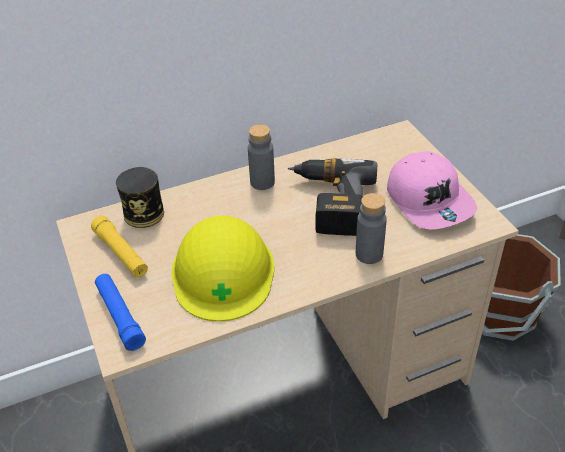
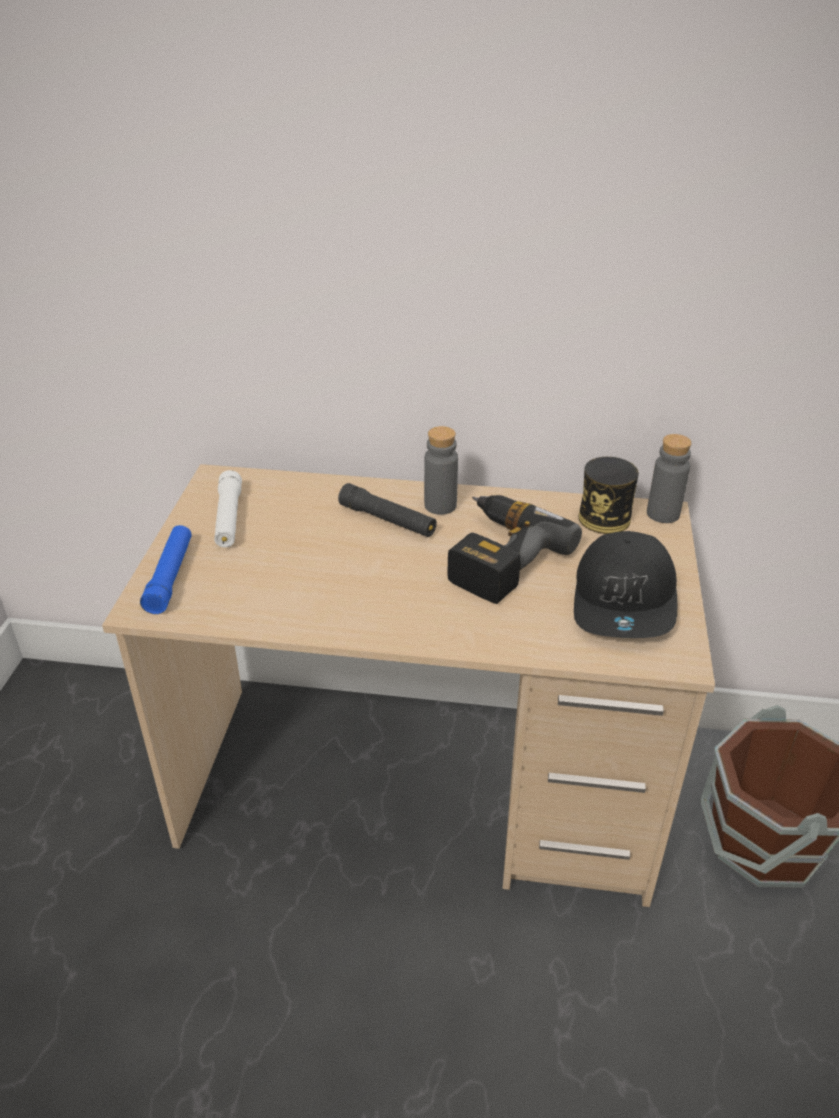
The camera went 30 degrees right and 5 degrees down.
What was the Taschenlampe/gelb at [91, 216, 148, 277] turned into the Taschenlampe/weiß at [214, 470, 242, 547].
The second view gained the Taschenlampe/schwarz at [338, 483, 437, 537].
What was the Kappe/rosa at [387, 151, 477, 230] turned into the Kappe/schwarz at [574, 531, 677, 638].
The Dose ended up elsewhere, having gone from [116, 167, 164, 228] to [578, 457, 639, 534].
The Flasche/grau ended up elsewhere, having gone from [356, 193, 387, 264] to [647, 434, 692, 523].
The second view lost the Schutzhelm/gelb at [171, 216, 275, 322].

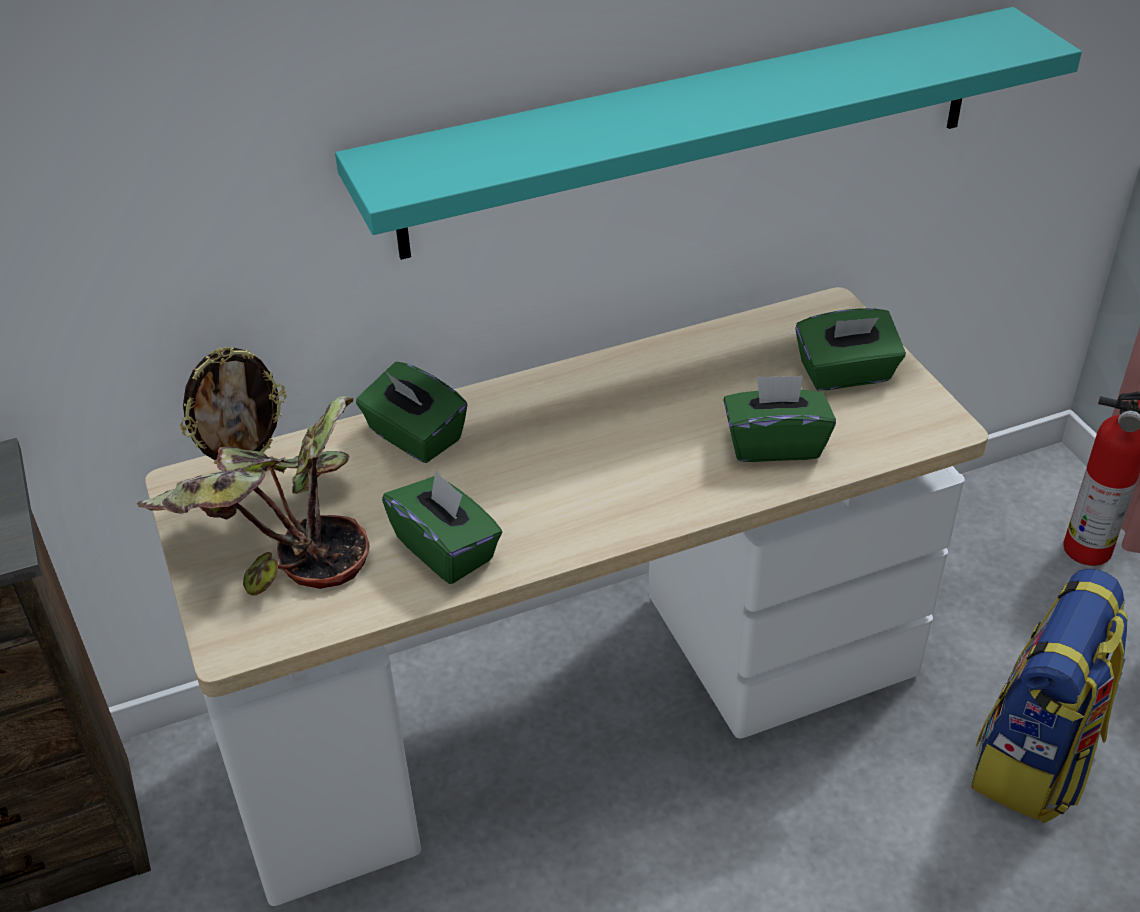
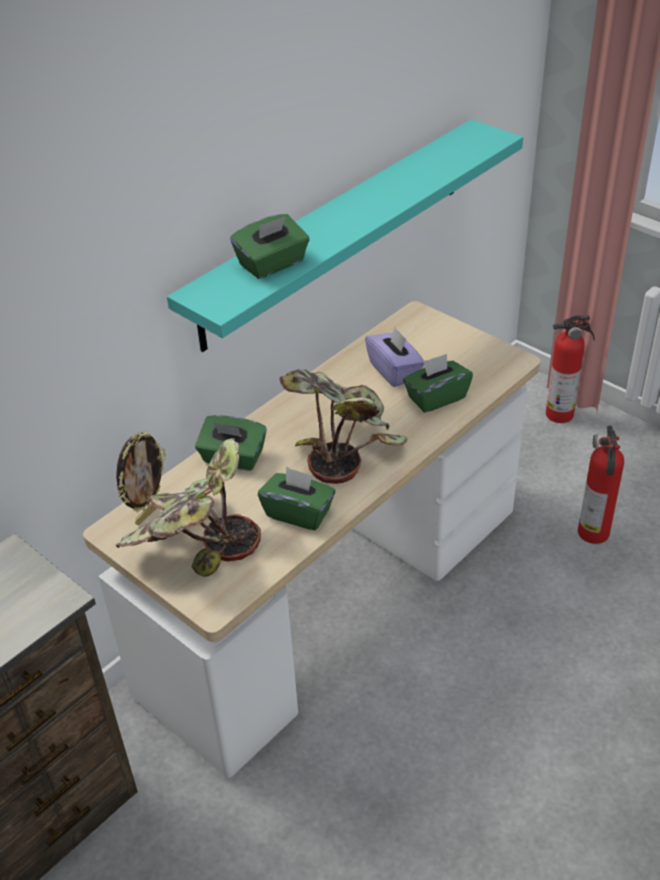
The camera went 25 degrees left and 0 degrees up.
The Taschentuchbox/grün ended up elsewhere, having gone from [795, 308, 906, 391] to [230, 214, 310, 279].
The second view gained the Topfpflanze at [280, 369, 407, 484].
The second view gained the Taschentuchbox/lila at [365, 327, 424, 387].
Where the Rucksack stood at [971, 569, 1128, 823], the Feuerlöscher came to stand at [578, 425, 624, 544].

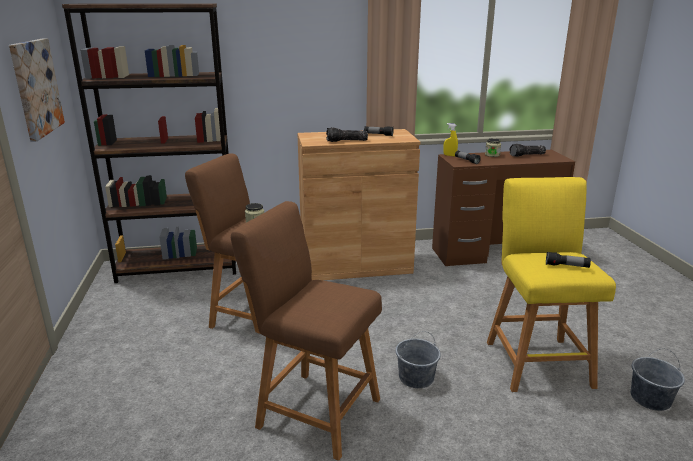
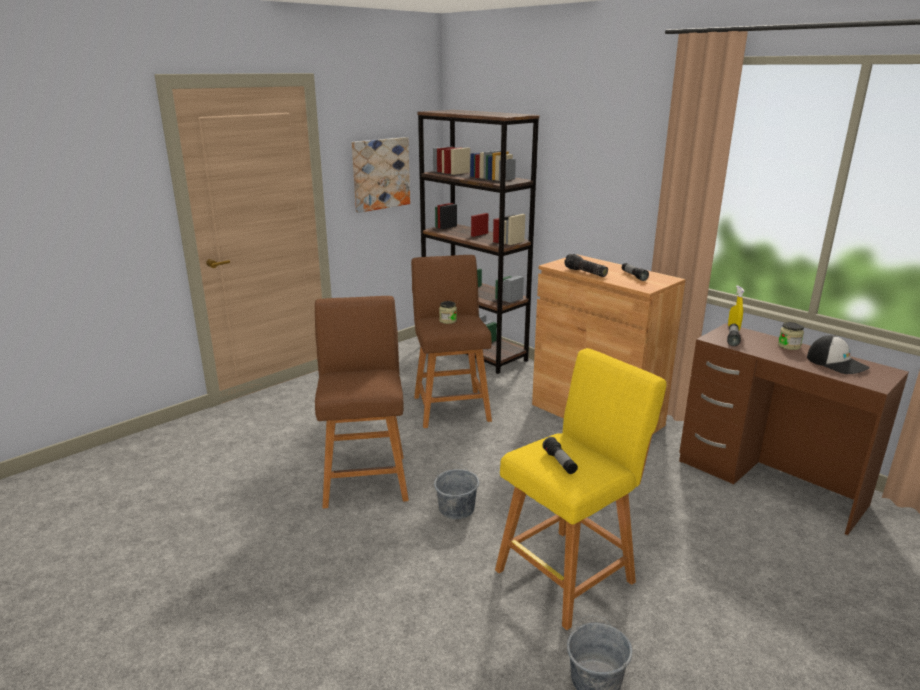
The camera went 55 degrees right and 0 degrees up.
Where the Taschenlampe stood at [510, 144, 546, 157], the Kappe came to stand at [807, 335, 870, 374].

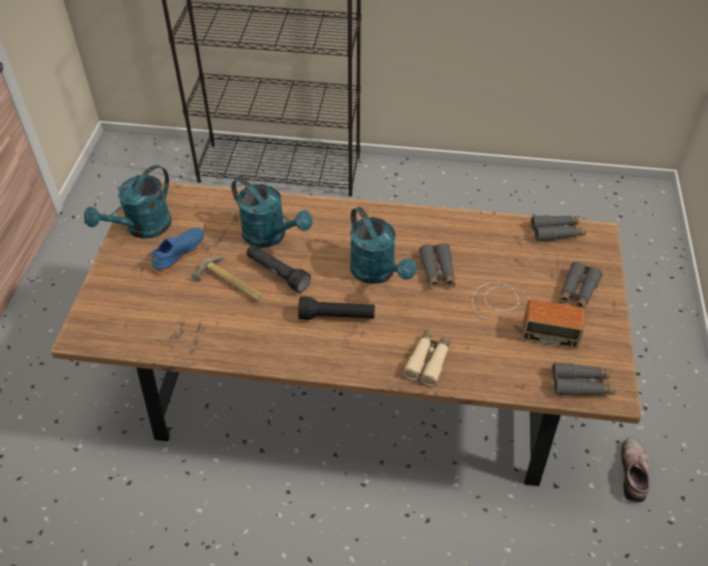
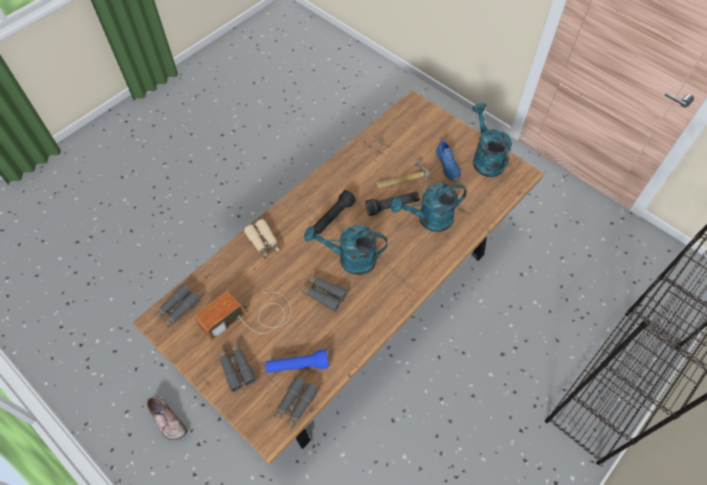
The camera went 125 degrees right and 10 degrees up.
The second view gained the Taschenlampe/blau at [265, 349, 329, 373].

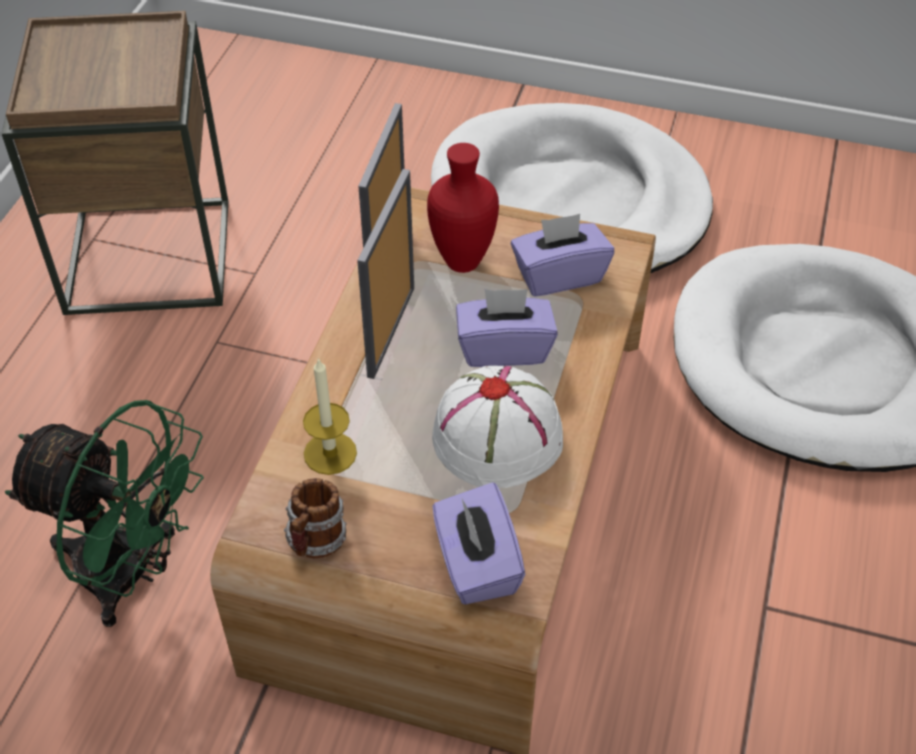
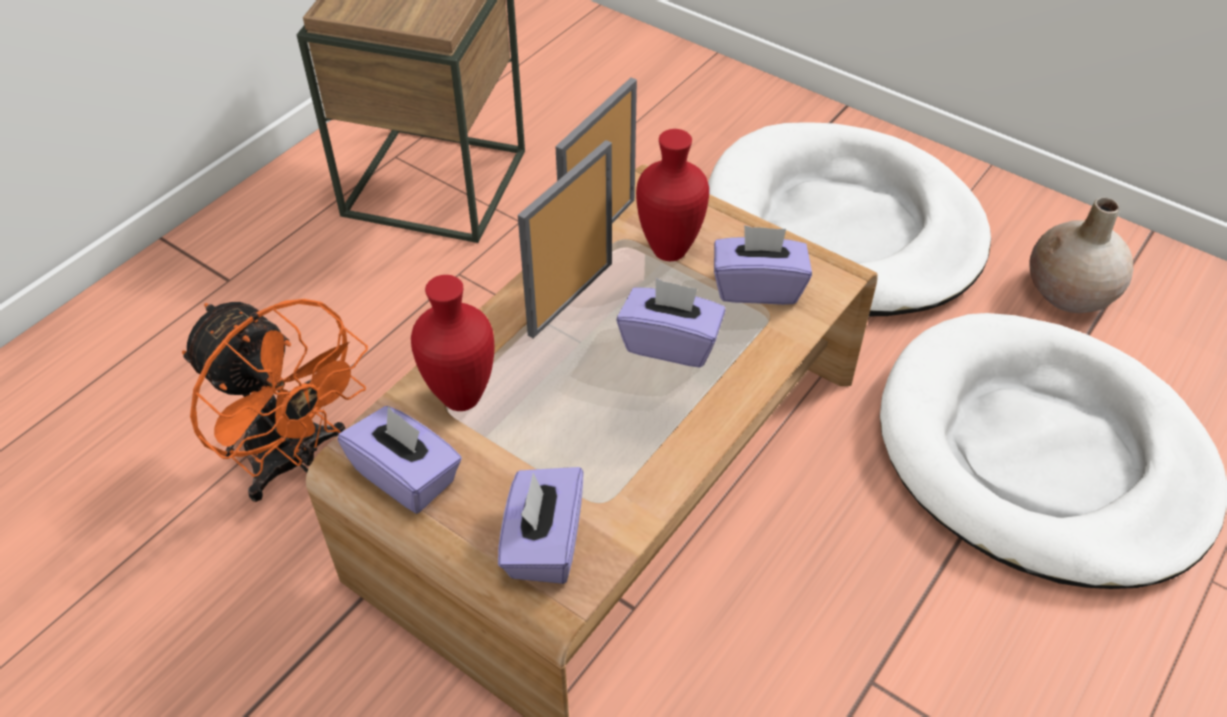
The camera went 20 degrees right and 0 degrees up.
What was the Ventilator/grün at [5, 400, 204, 627] turned into the Ventilator/orange at [182, 299, 368, 502].
Where the Henkelbecher stood at [284, 478, 346, 558], the Taschentuchbox/lila came to stand at [338, 406, 462, 514].
Where the Kerze stood at [303, 358, 357, 475], the Vase/rot came to stand at [411, 275, 494, 411].
The second view gained the Vase/beige at [1029, 197, 1134, 313].
The second view lost the Hut/weiß at [432, 366, 563, 488].

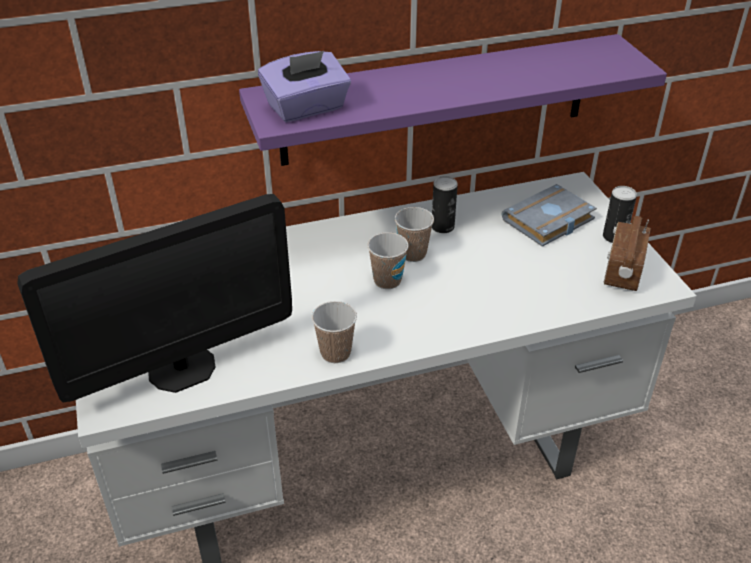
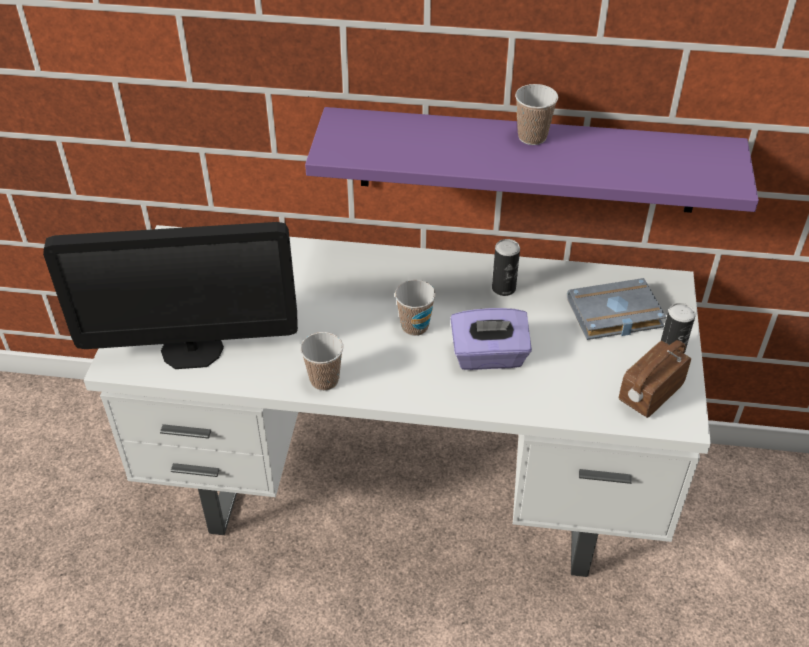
The camera went 25 degrees right and 5 degrees up.
The Taschentuchbox/lila ended up elsewhere, having gone from [258, 51, 351, 122] to [450, 308, 532, 370].
The Tasse ended up elsewhere, having gone from [395, 207, 434, 262] to [515, 84, 558, 145].

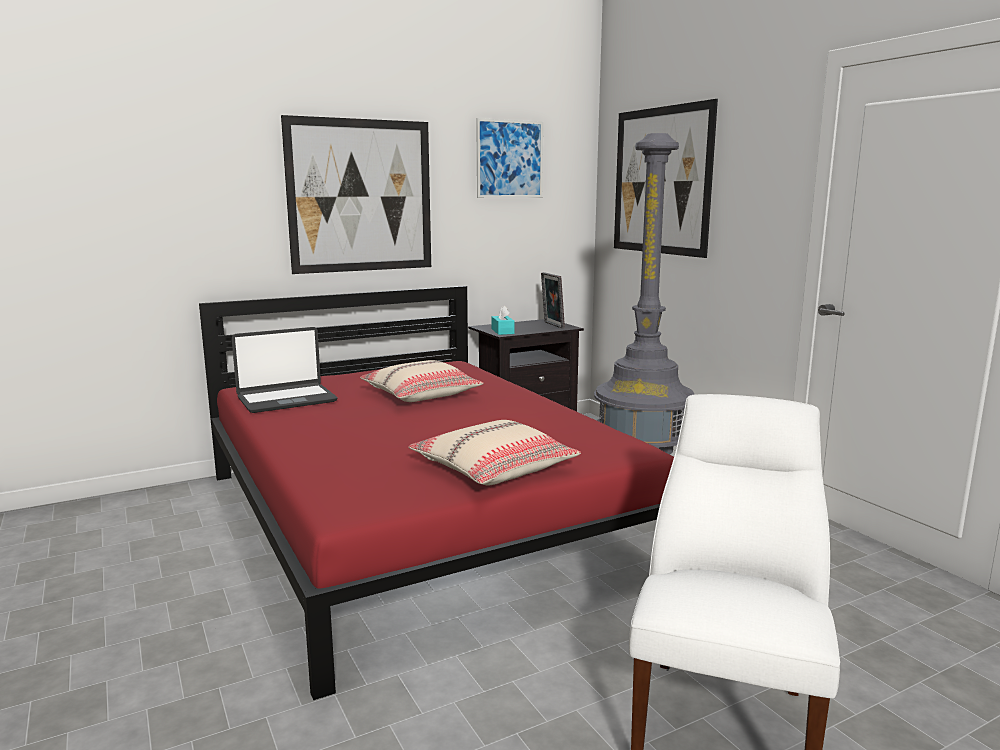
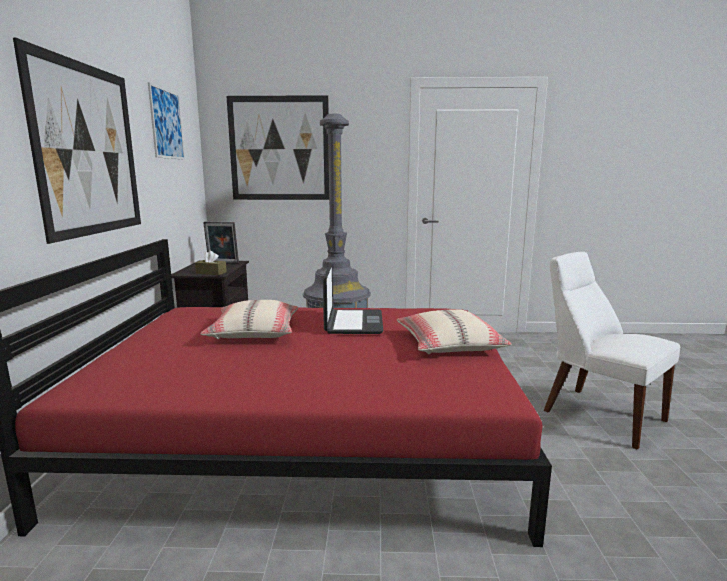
The camera went 60 degrees left and 0 degrees up.
What was the Taschentuchbox/türkis at [492, 306, 515, 335] turned into the Taschentuchbox/braun at [195, 251, 227, 275].
The Laptop ended up elsewhere, having gone from [232, 327, 338, 413] to [323, 263, 383, 334].

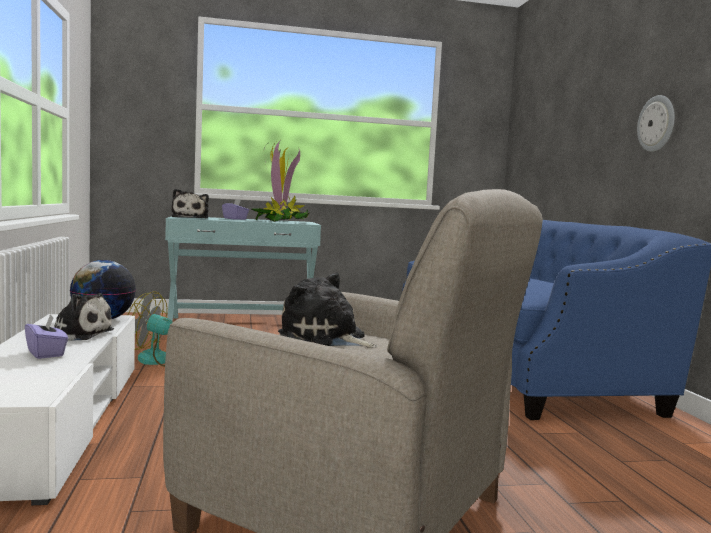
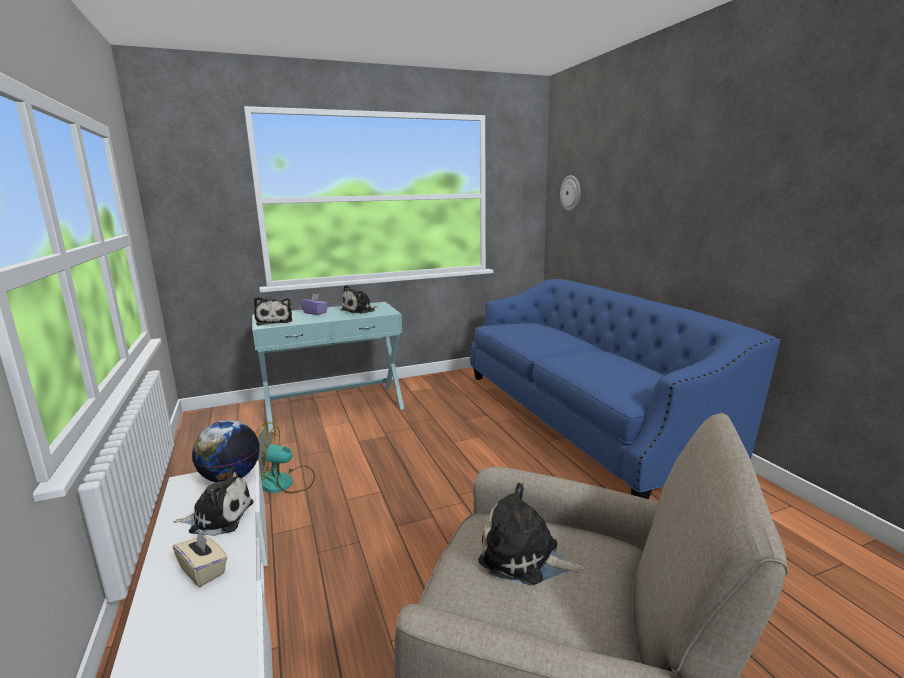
The camera went 10 degrees left and 10 degrees up.
What was the Taschentuchbox/lila at [25, 314, 68, 359] turned into the Taschentuchbox/beige at [173, 531, 228, 587].
Where the Topfpflanze stood at [252, 140, 309, 222], the Plüschtier came to stand at [341, 285, 378, 314].
The Wanduhr ended up elsewhere, having gone from [637, 95, 675, 152] to [560, 175, 580, 211].

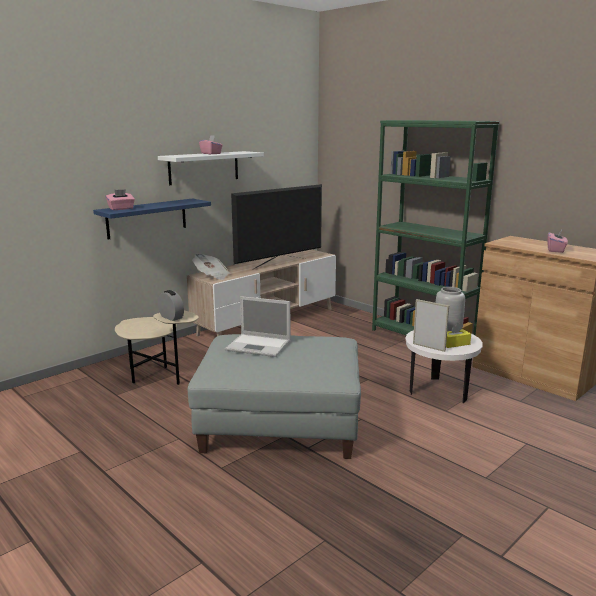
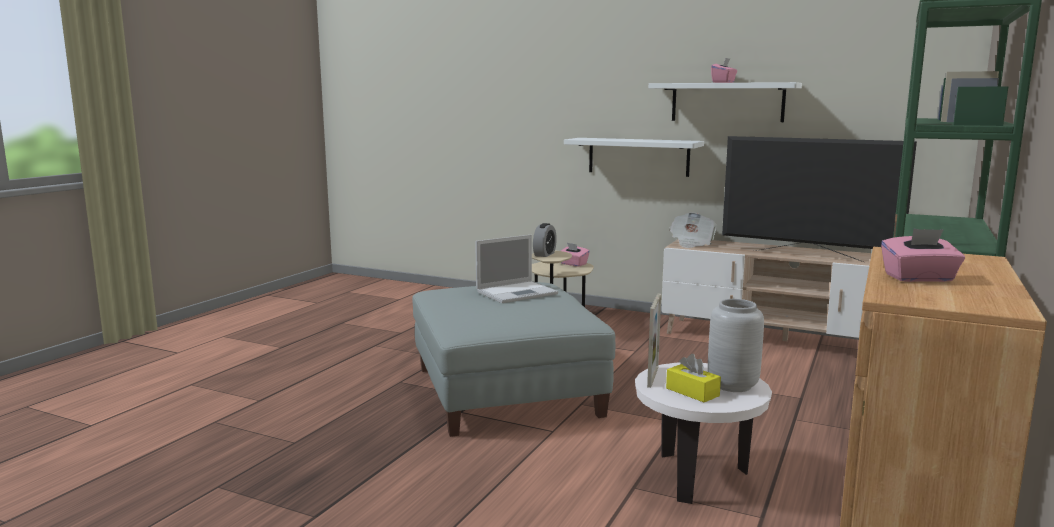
The camera went 70 degrees right and 5 degrees down.
The Laptop at [225, 296, 290, 357] ended up facing another way, 120 degrees counterclockwise from before.
The Taschentuchbox/rosa ended up elsewhere, having gone from [106, 189, 135, 210] to [561, 243, 590, 267].
What was the Wandregal/blau at [93, 198, 211, 240] turned into the Wandregal/weiß at [564, 138, 704, 177].

